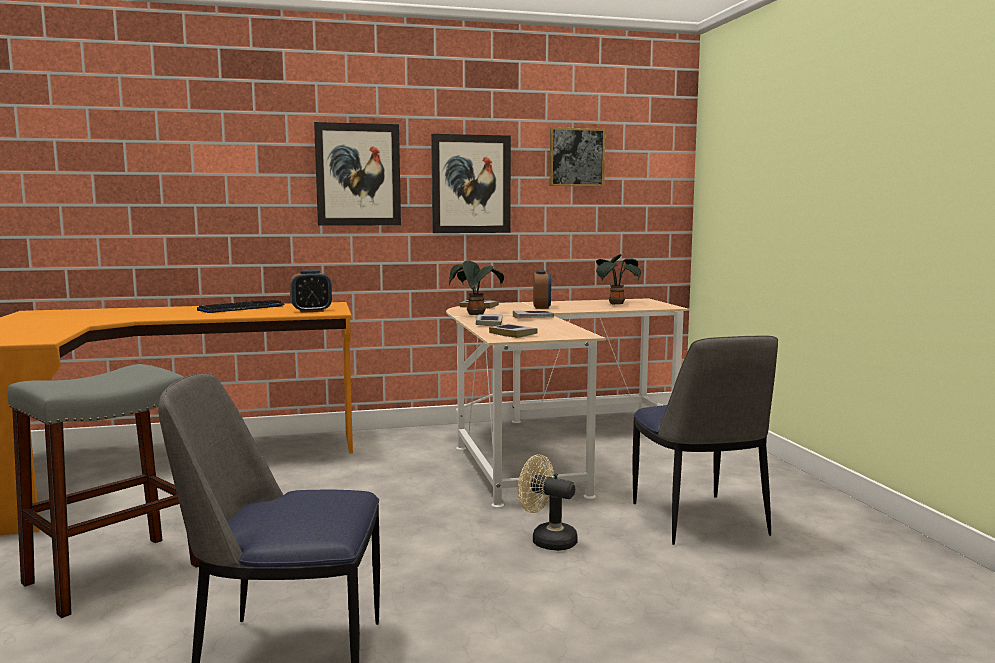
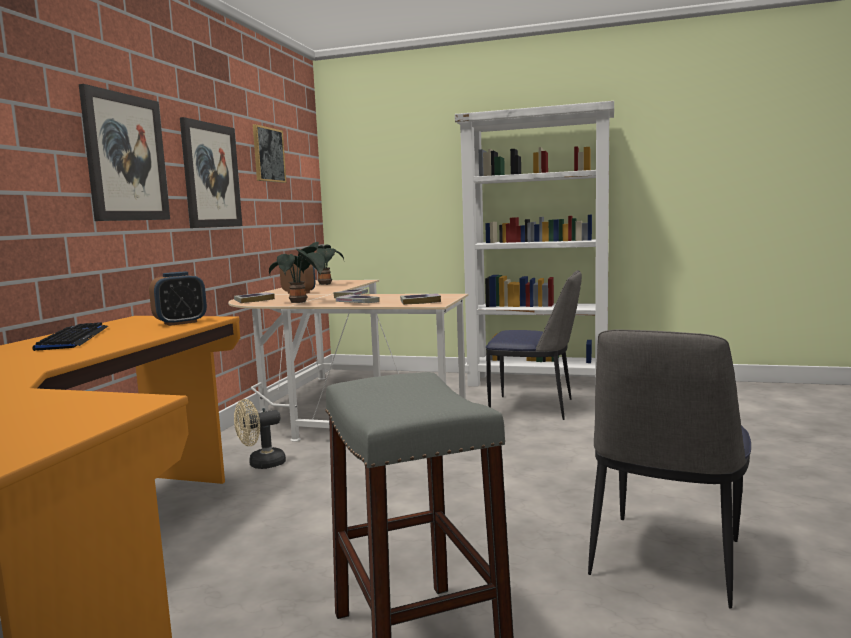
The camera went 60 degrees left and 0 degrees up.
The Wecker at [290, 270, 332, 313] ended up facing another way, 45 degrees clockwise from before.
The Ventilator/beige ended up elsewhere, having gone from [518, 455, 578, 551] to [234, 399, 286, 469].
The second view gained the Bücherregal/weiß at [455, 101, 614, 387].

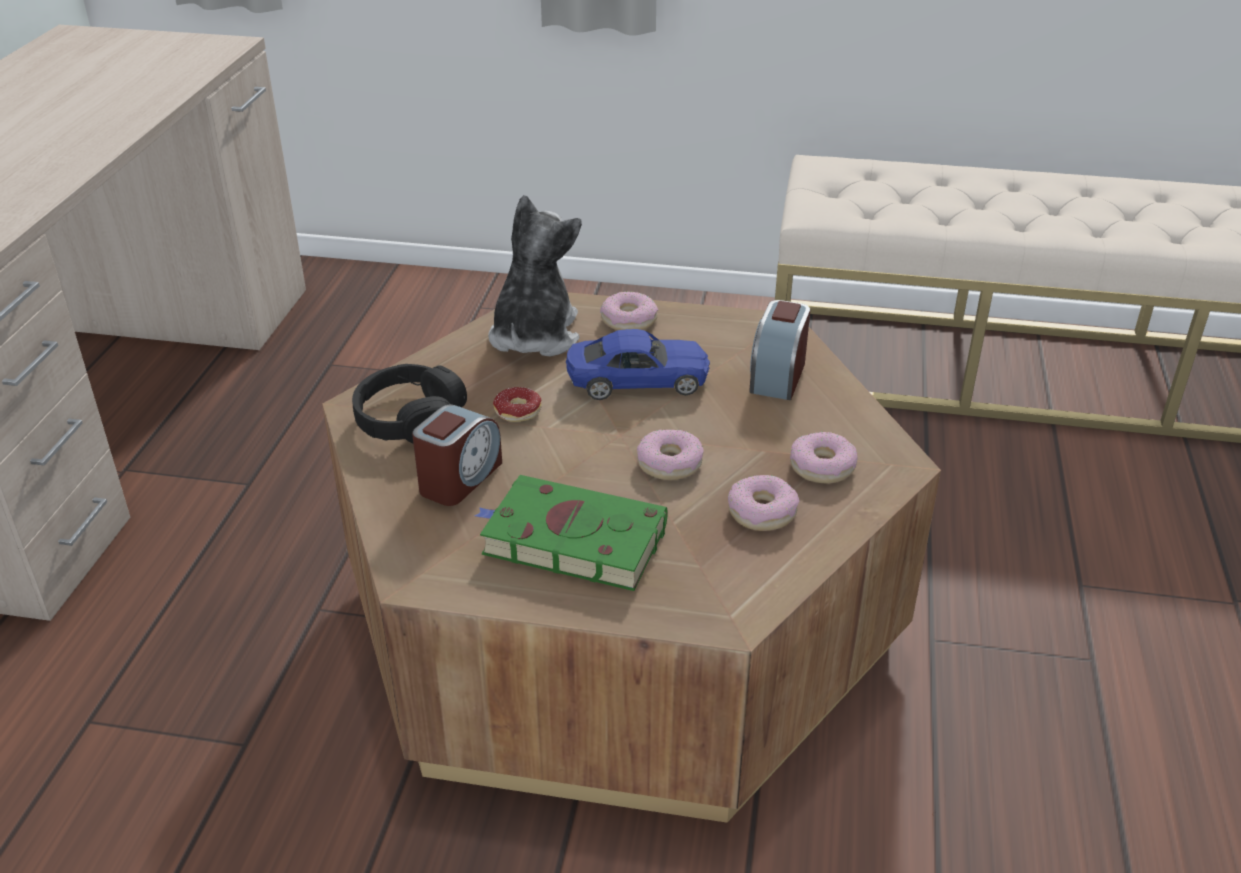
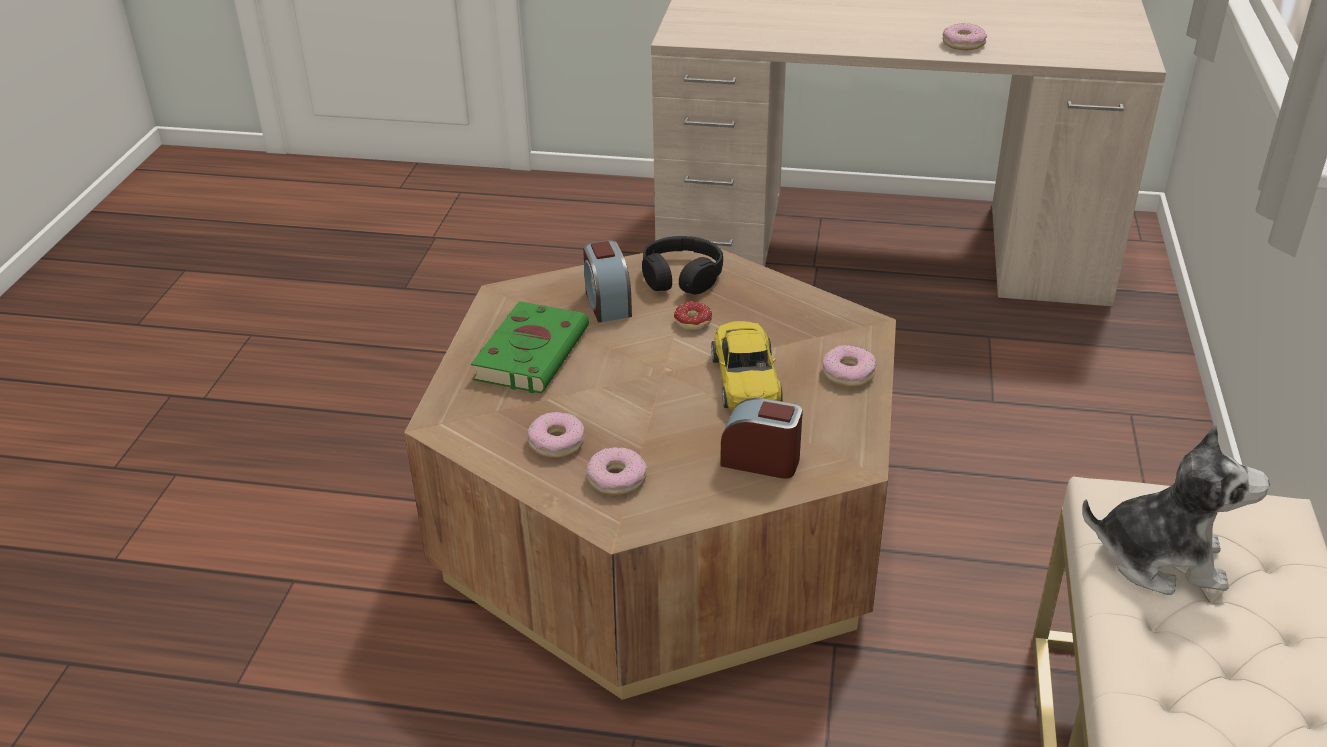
The camera went 90 degrees right and 0 degrees up.
The Wecker at [412, 404, 502, 506] ended up facing another way, 45 degrees clockwise from before.
What was the Spielzeugauto/blau at [566, 329, 710, 400] turned into the Spielzeugauto/gelb at [711, 321, 783, 409].
The Donut ended up elsewhere, having gone from [637, 429, 704, 480] to [943, 23, 987, 50].
The Plüschtier ended up elsewhere, having gone from [488, 195, 582, 356] to [1082, 425, 1270, 595].

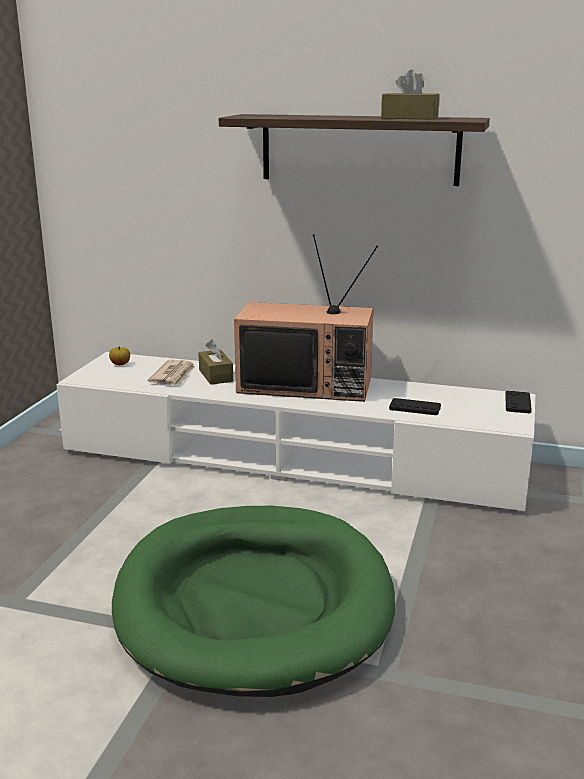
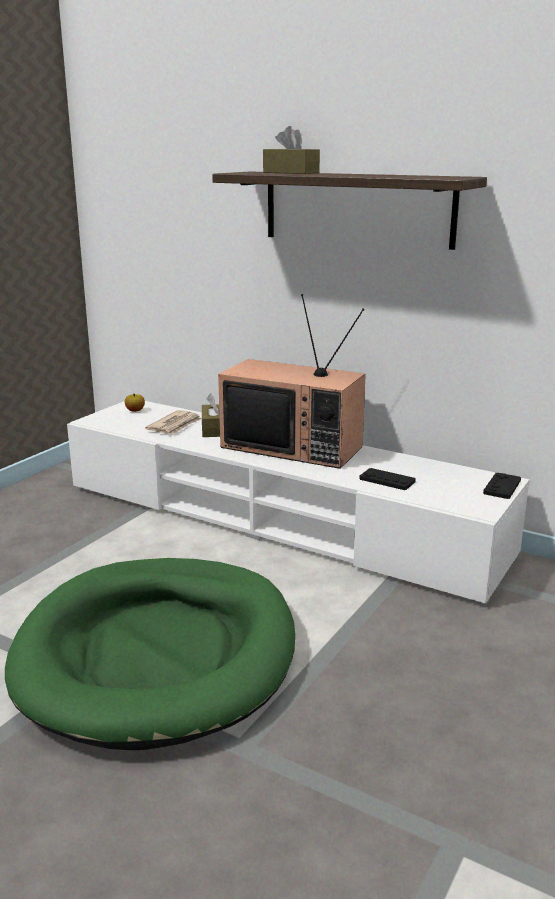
The camera went 15 degrees right and 0 degrees up.
The Taschentuchbox/braun ended up elsewhere, having gone from [381, 70, 440, 120] to [263, 126, 320, 174].

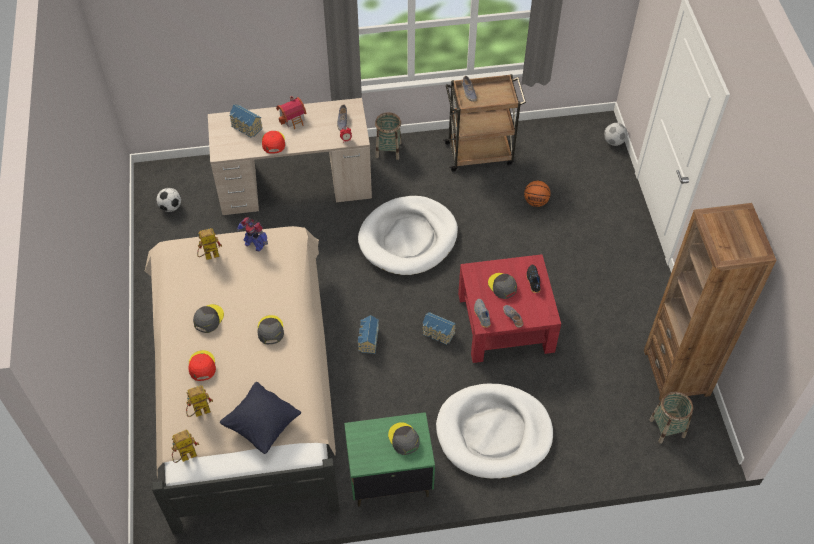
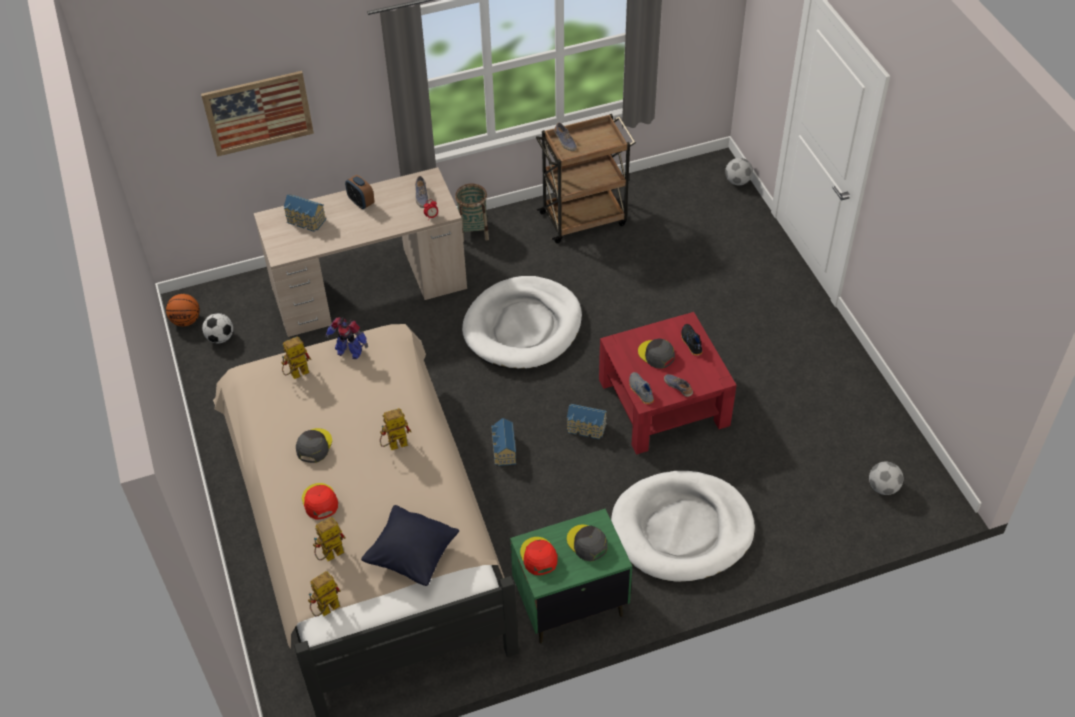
The camera went 10 degrees left and 5 degrees down.
The Basketball ended up elsewhere, having gone from [524, 181, 551, 207] to [166, 294, 200, 326].
The second view gained the Bild at [201, 71, 314, 157].
Where the Spielzeughaus stood at [276, 96, 306, 129], the Wecker came to stand at [345, 175, 374, 209].
Where the Kappe/grau stood at [258, 315, 284, 344], the Spielzeugroboter came to stand at [380, 408, 411, 450].
The Kappe/rot ended up elsewhere, having gone from [262, 131, 285, 154] to [520, 537, 557, 575].
Where the Korb stood at [649, 392, 693, 444], the Fußball came to stand at [869, 462, 903, 495].
The second view lost the Bücherregal/braun at [644, 203, 777, 401].

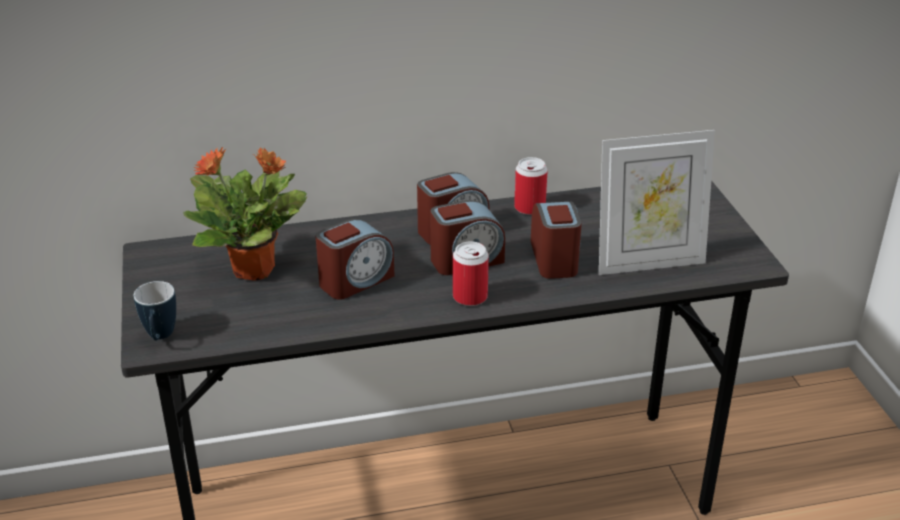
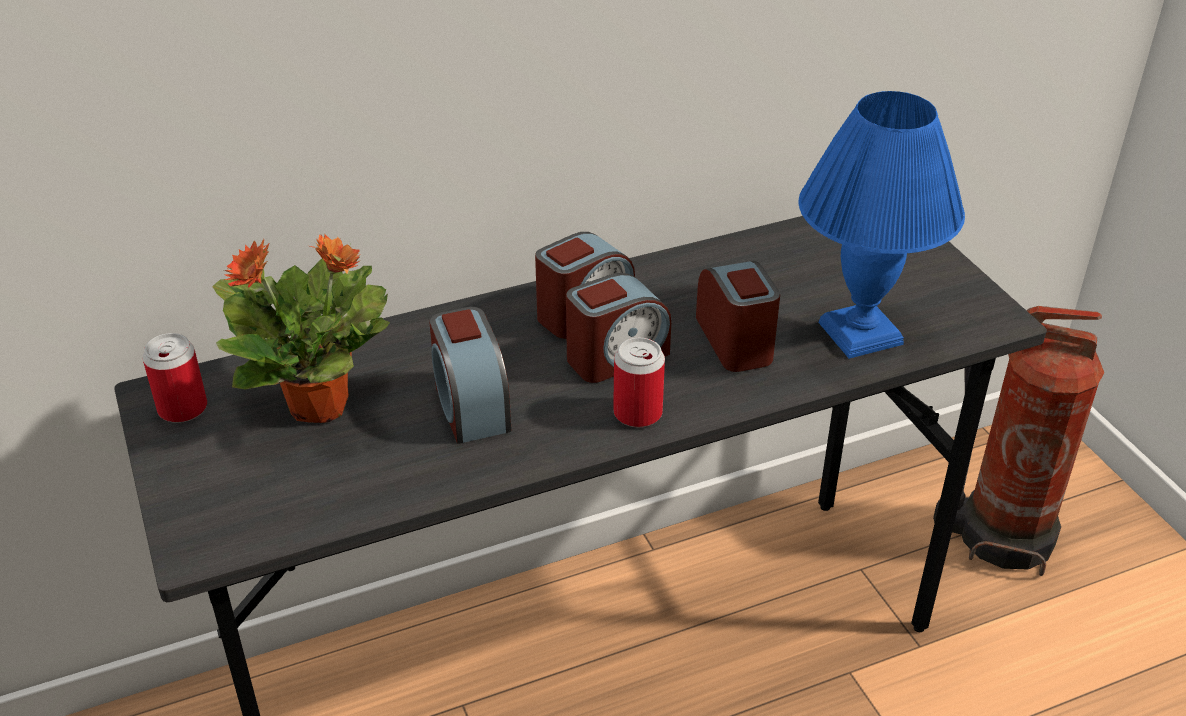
The camera went 10 degrees left and 5 degrees up.
The Dose ended up elsewhere, having gone from [514, 157, 548, 215] to [143, 333, 207, 423].
The Wecker at [316, 219, 395, 300] ended up facing another way, 120 degrees clockwise from before.
Where the Bilderrahmen stood at [599, 130, 715, 275], the Tischlampe/blau came to stand at [799, 91, 965, 359].
The second view gained the Feuerlöscher at [933, 306, 1104, 576].
The second view lost the Henkelbecher at [134, 281, 176, 341].

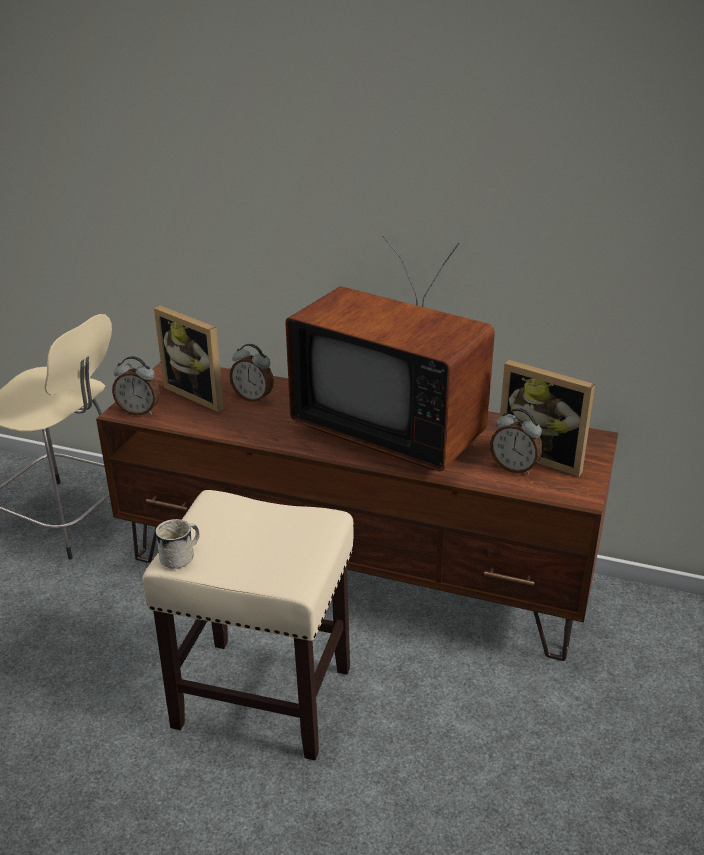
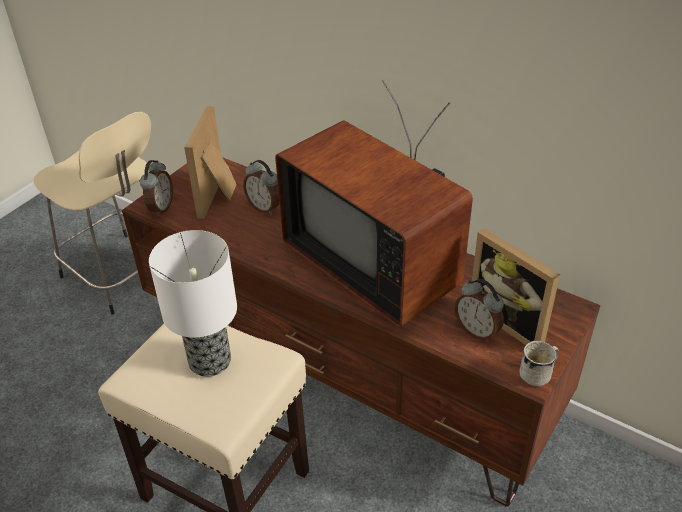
The camera went 15 degrees right and 10 degrees up.
The Wecker at [112, 356, 160, 415] ended up facing another way, 105 degrees counterclockwise from before.
The second view gained the Tischlampe at [149, 230, 237, 377].
The Bilderrahmen at [154, 306, 224, 412] ended up facing another way, 45 degrees clockwise from before.
The Henkelbecher/weiß ended up elsewhere, having gone from [155, 519, 200, 569] to [519, 341, 559, 387].

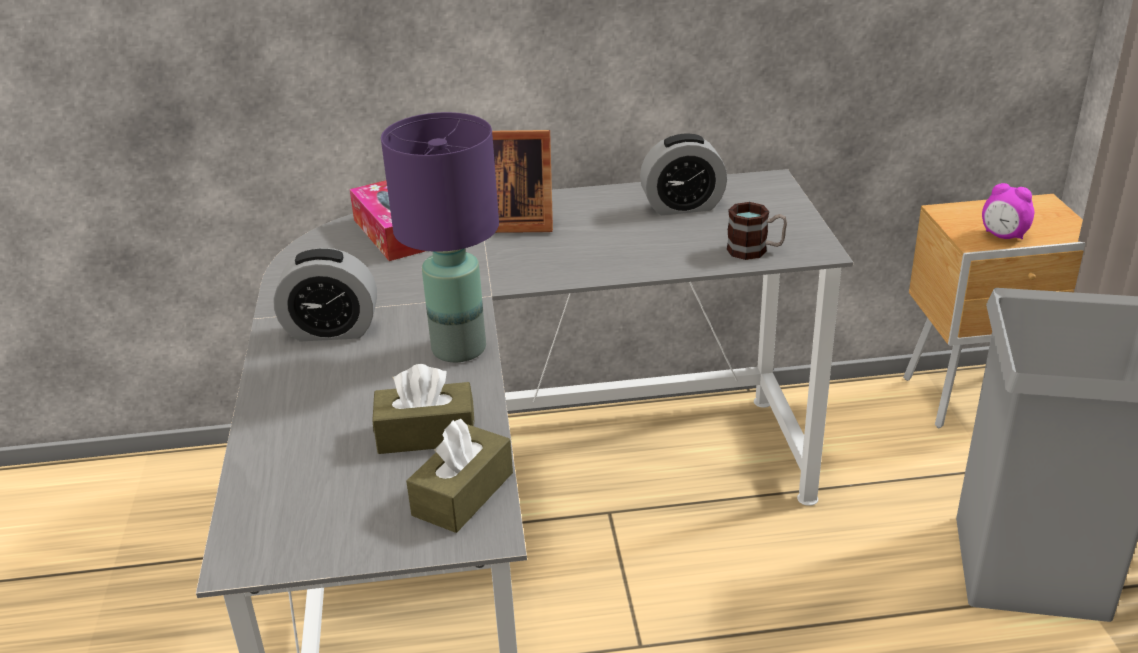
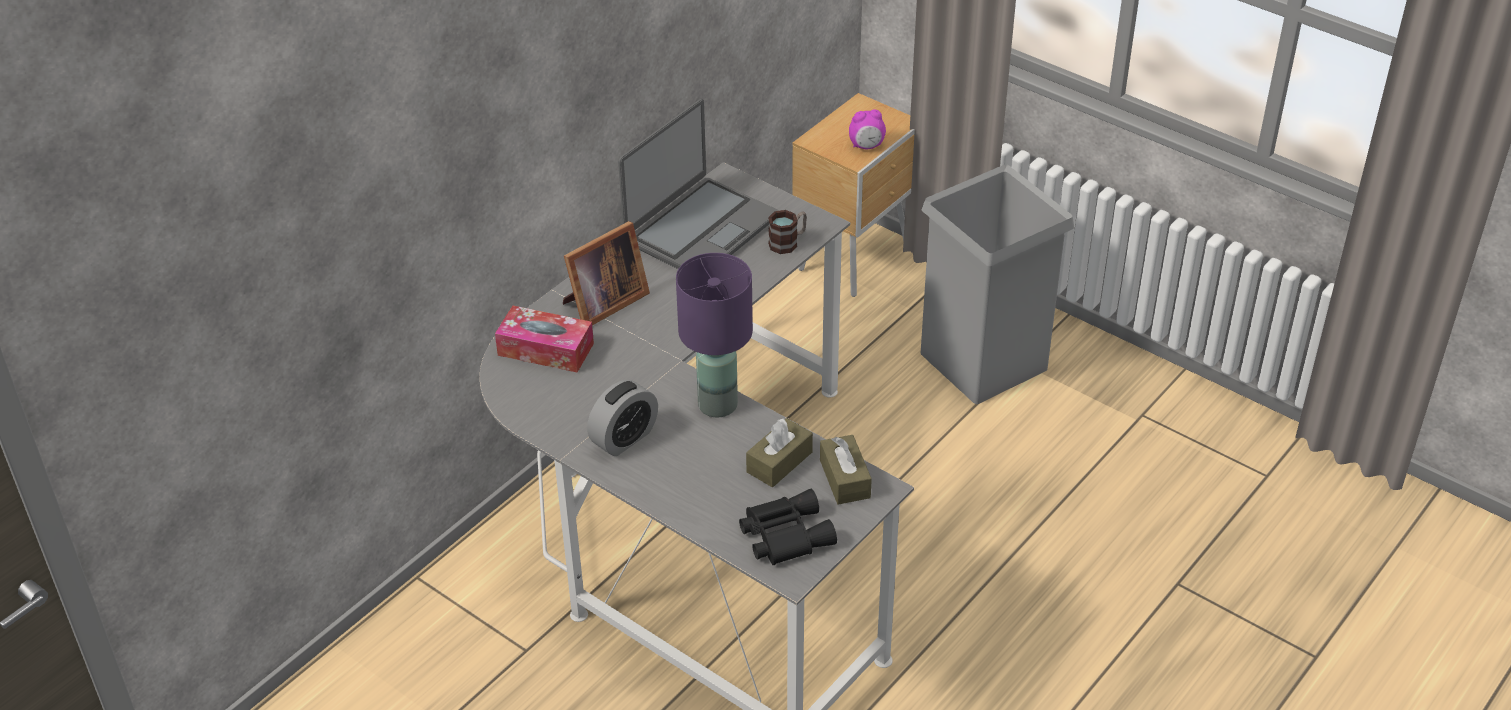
The camera went 45 degrees left and 10 degrees up.
Where the Wecker stood at [640, 134, 727, 215], the Laptop came to stand at [618, 99, 778, 269].
The second view gained the Fernglas/schwarz at [739, 489, 837, 565].

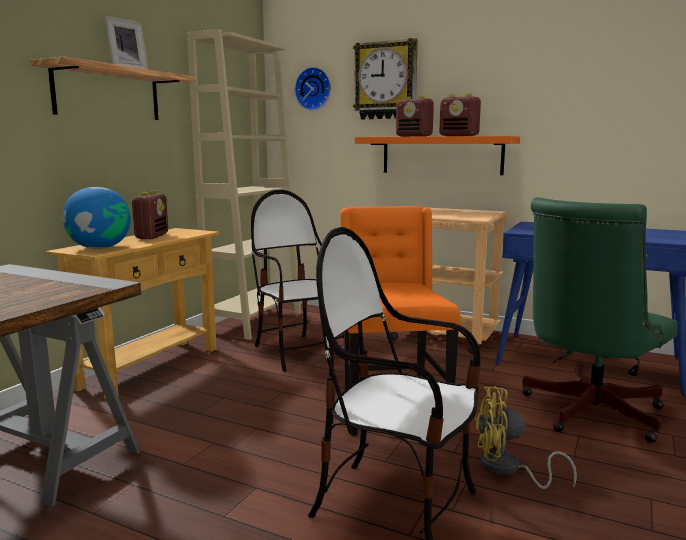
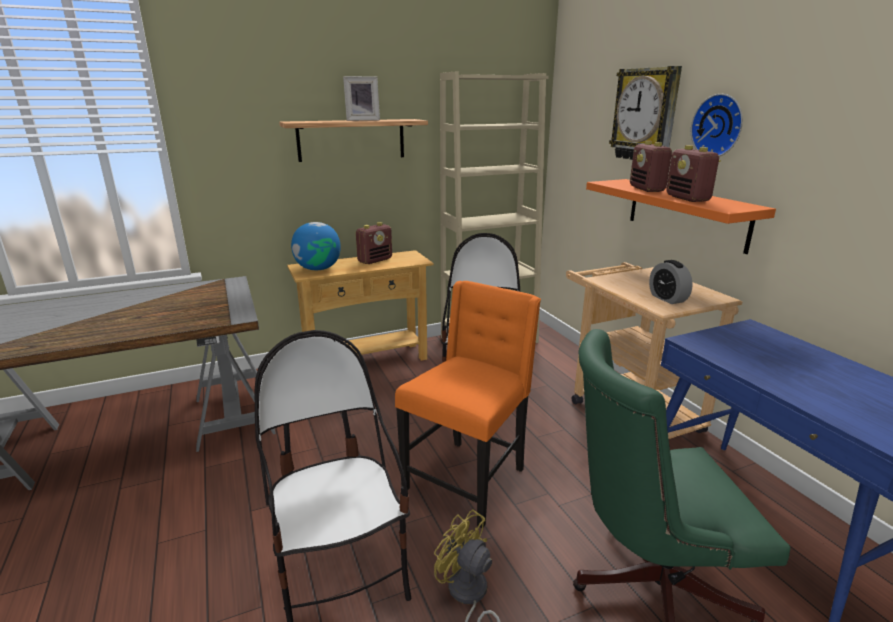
The camera went 40 degrees right and 10 degrees up.
The second view gained the Wecker at [649, 260, 693, 304].
The Wanduhr ended up elsewhere, having gone from [294, 67, 331, 111] to [691, 94, 743, 156].

